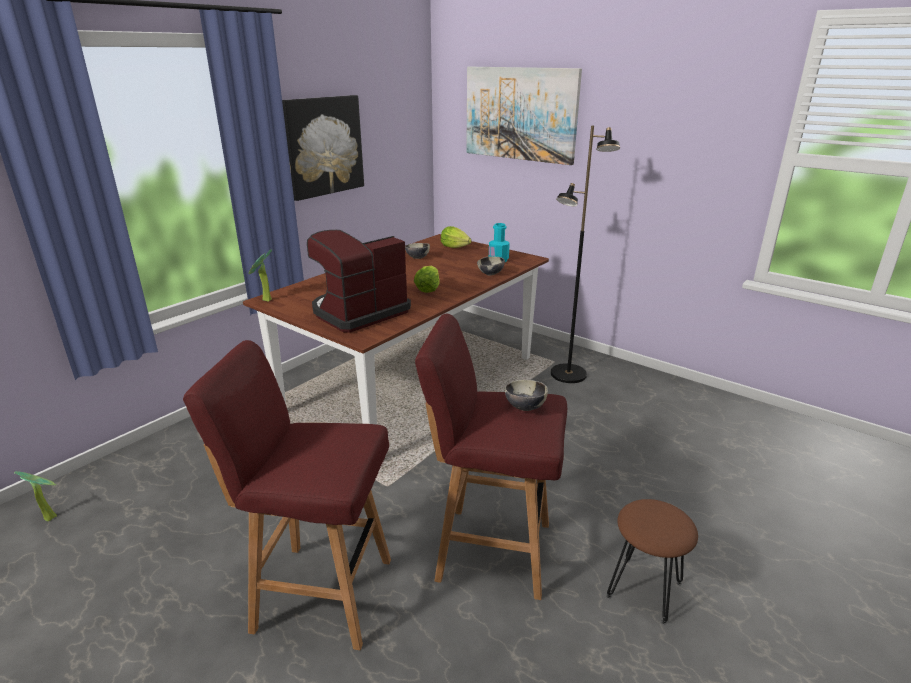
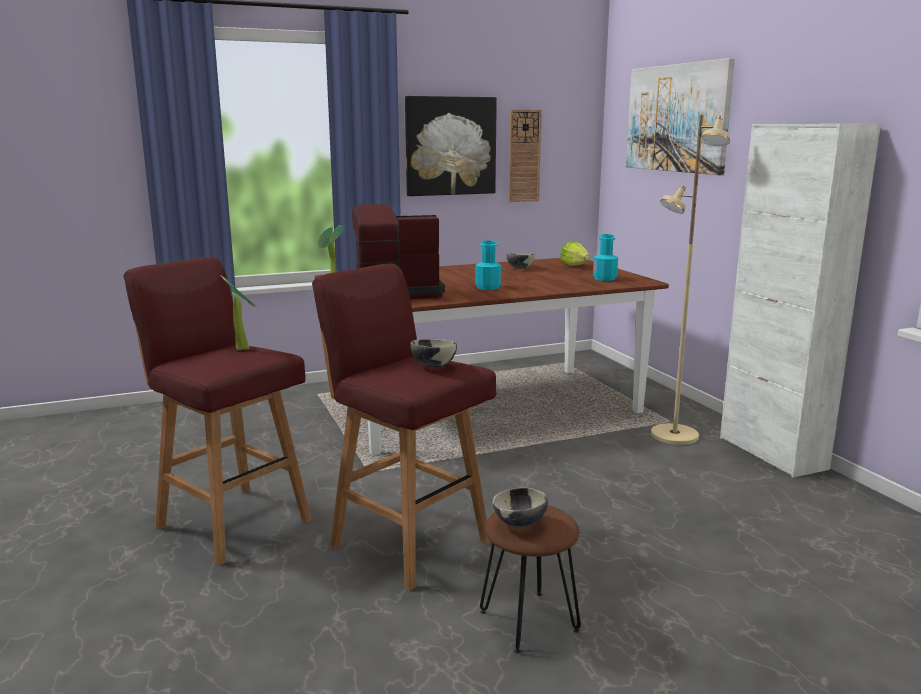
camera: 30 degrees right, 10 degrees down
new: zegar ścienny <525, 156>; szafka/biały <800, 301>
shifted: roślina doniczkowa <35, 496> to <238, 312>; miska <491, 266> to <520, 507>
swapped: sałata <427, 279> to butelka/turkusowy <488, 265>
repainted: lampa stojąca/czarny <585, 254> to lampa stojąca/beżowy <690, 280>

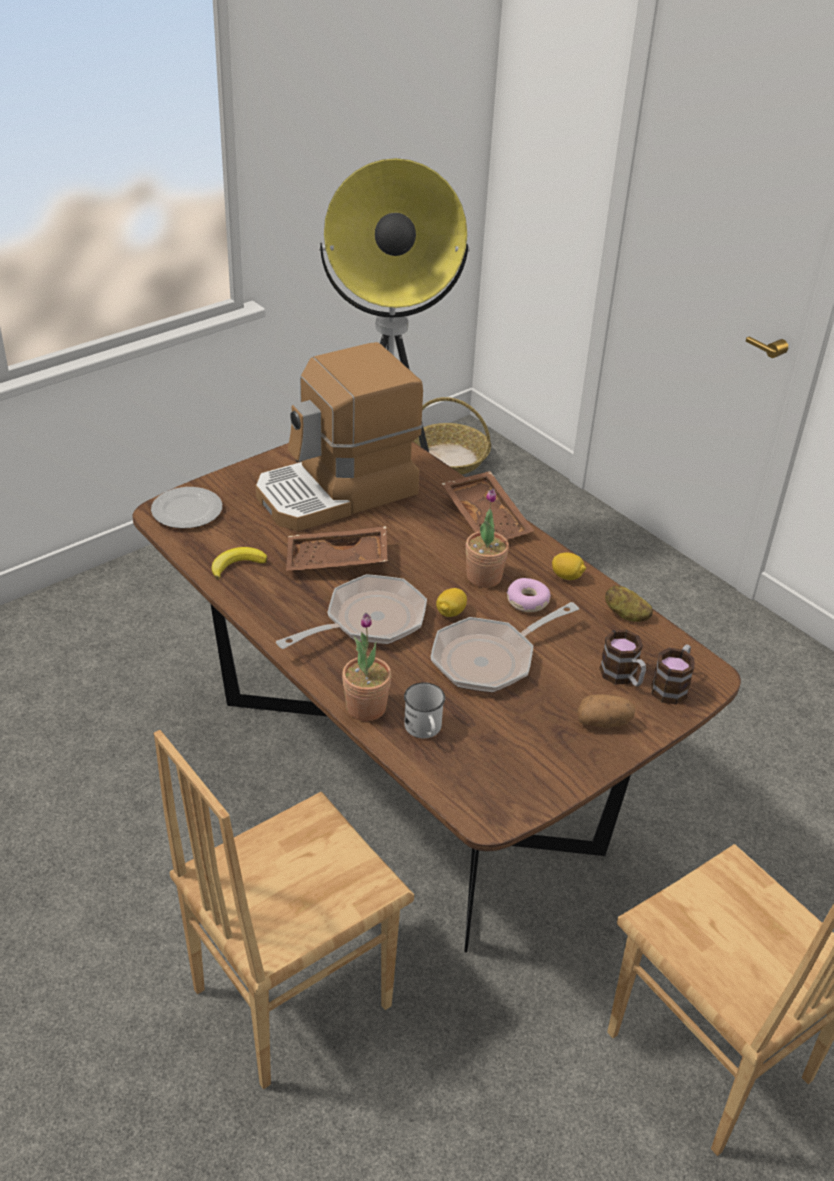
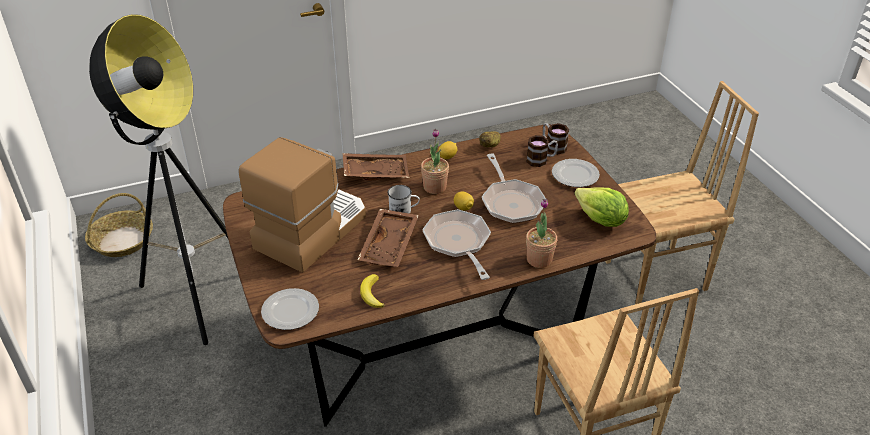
camera: 70 degrees left, 0 degrees up
gone: donut <529, 595>
new: sałata <602, 207>
shifted: kubek/biały <424, 710> to <404, 199>
swapped: ziemniak <606, 711> to talerz <576, 173>
rotated: ekspres do kawy <339, 436> = <302, 204> 135 degrees counterclockwise

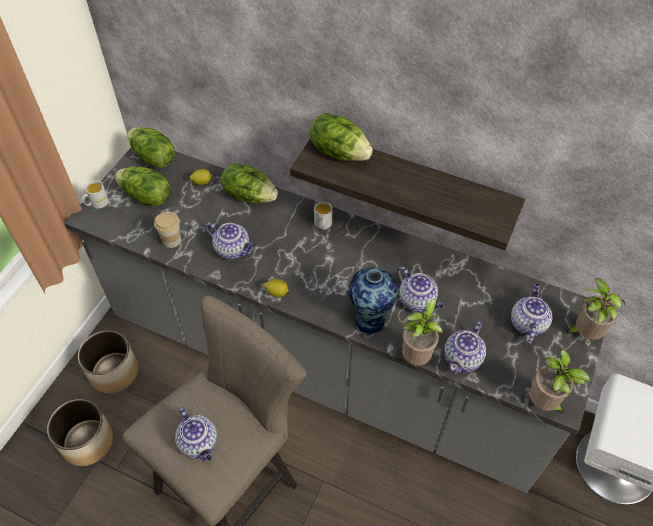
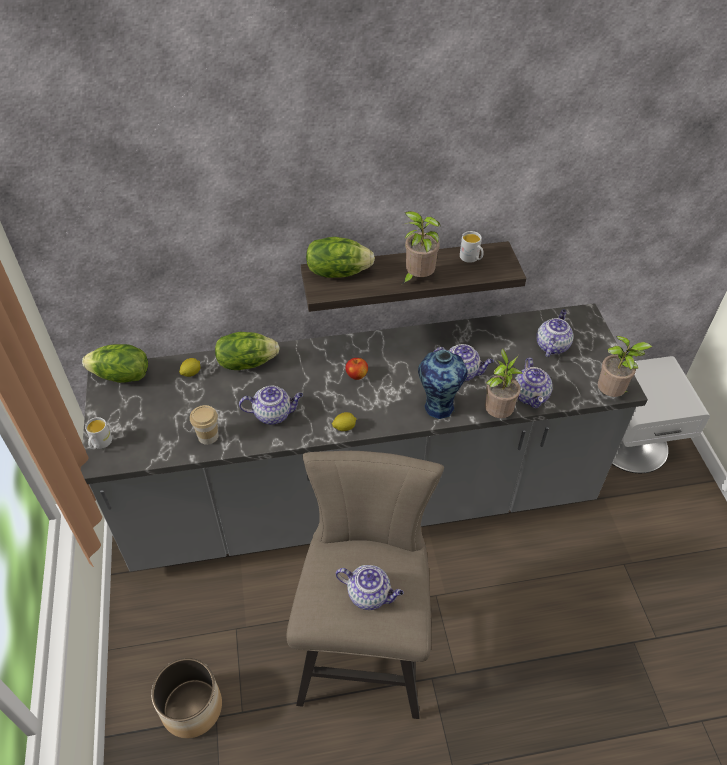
camera: 35 degrees left, 5 degrees down
gone: donica <108, 362>; sałata <143, 186>
new: jabłko <356, 369>
shifted: kubek/biały <323, 215> to <472, 247>; roślina doniczkowa <595, 308> to <420, 248>
rotated: imbryk <532, 313> = <554, 333> 45 degrees clockwise

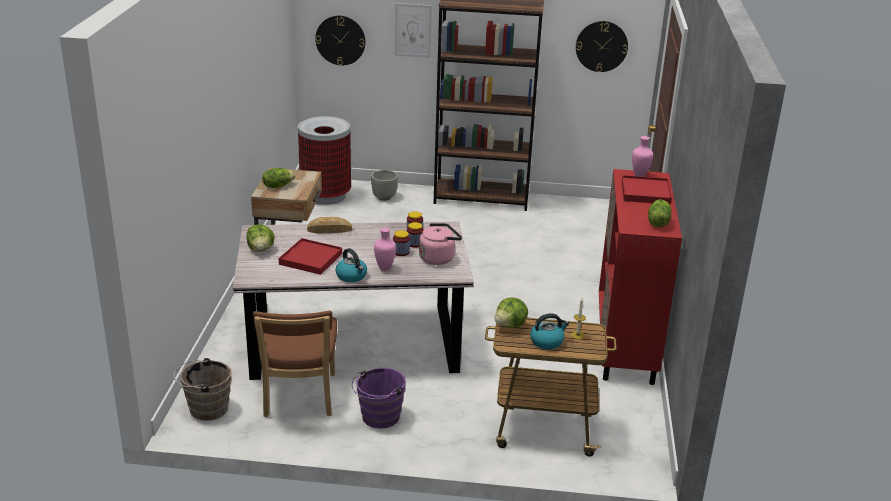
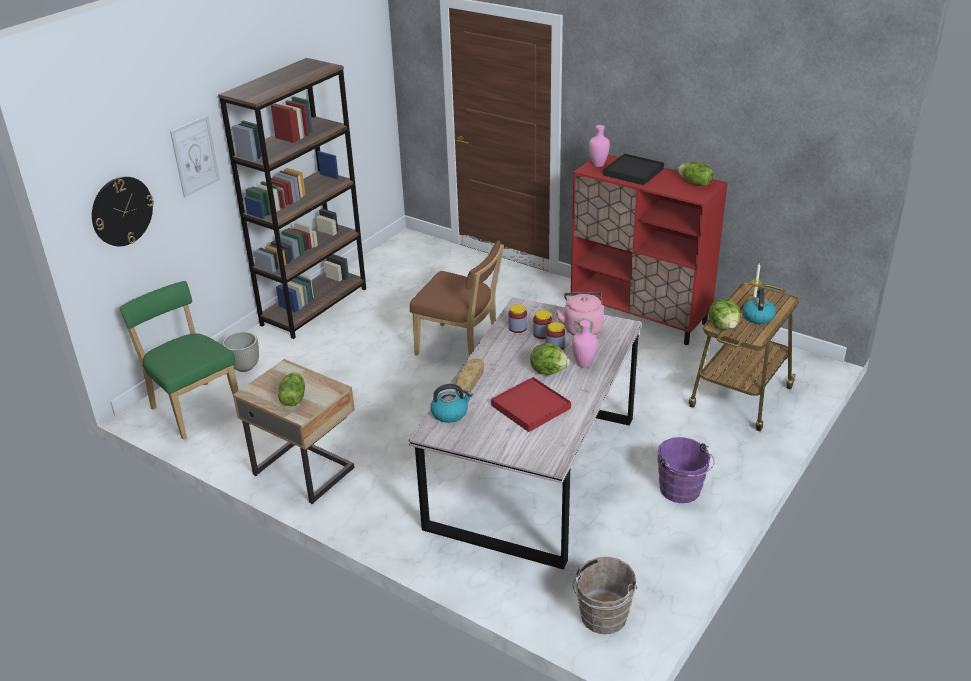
camera: 60 degrees left, 5 degrees up
gone: zegar ścienny <602, 46>
shifted: sałata <260, 238> to <550, 359>; krzesło/brązowy <295, 364> to <457, 298>; czajnik <351, 265> to <451, 403>
swapped: kosz na śmieci <324, 160> to krzesło/zielony <179, 360>
repainted: taca/czerwony <647, 190> to taca/czarny <633, 169>

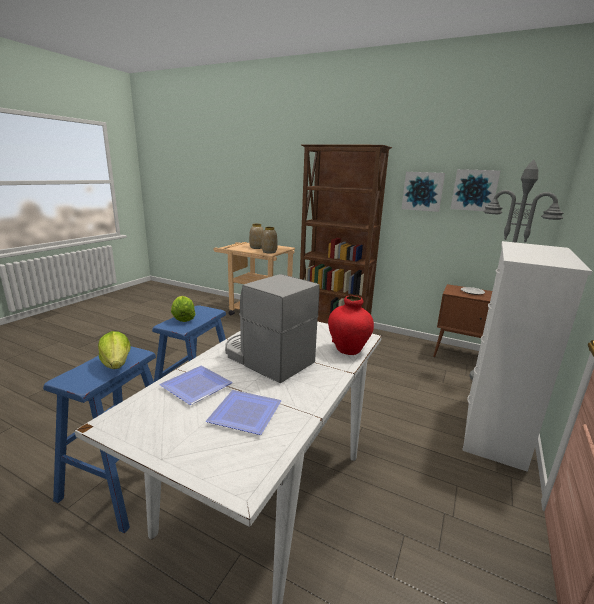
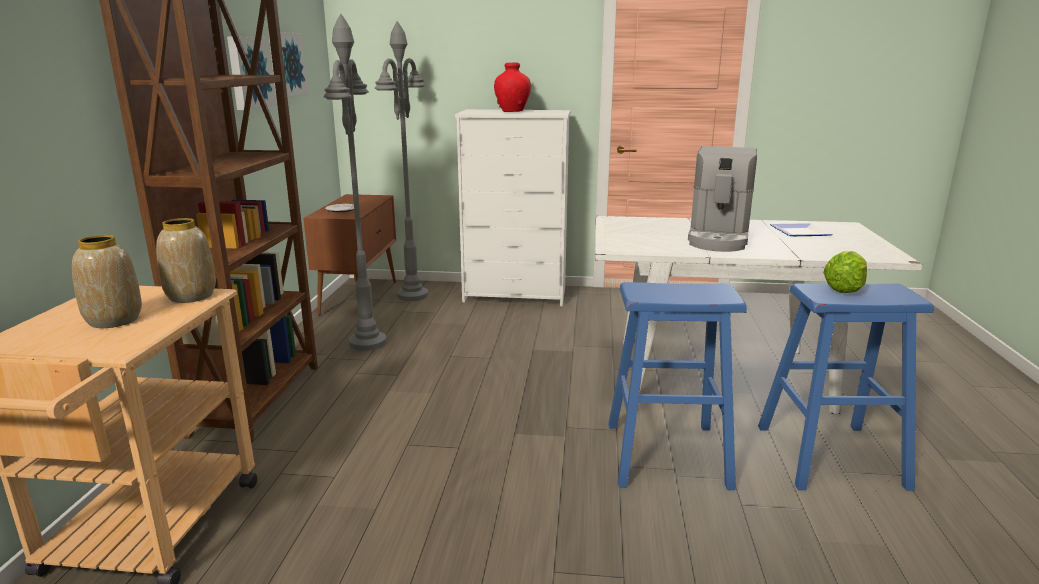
camera: 110 degrees left, 0 degrees up
gone: talerz <196, 385>; sałata <183, 309>
new: lampa stojąca/szary <355, 182>
shifted: wazon/czerwony <351, 325> to <512, 87>

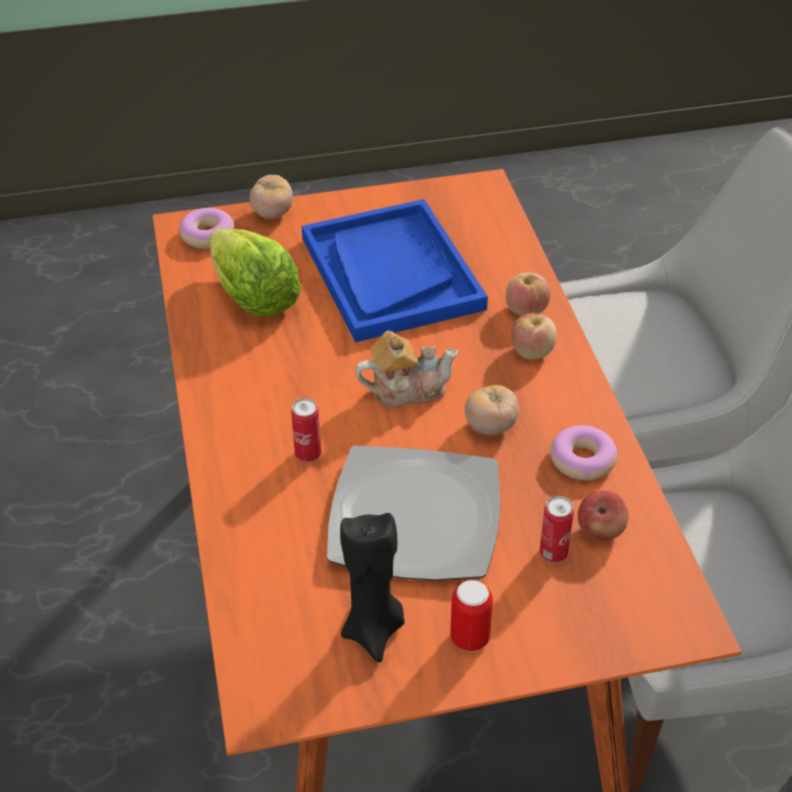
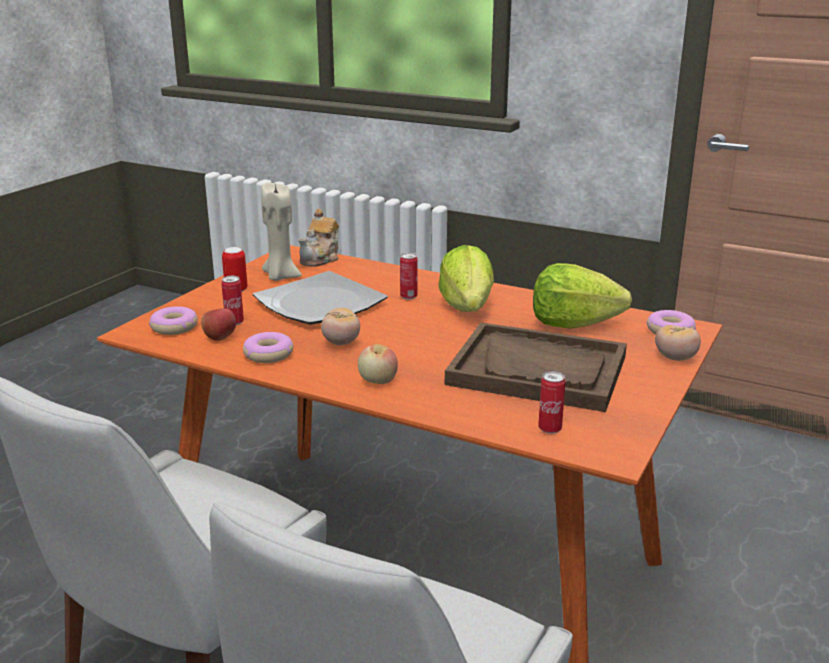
camera: 130 degrees right, 20 degrees down
gone: jabłko <528, 294>
new: donut <173, 320>; sałata <466, 278>; puszka <552, 402>
shifted: imbryk <407, 369> to <318, 238>
repainted: taca/niebieski <395, 270> to taca/brązowy <536, 367>; świeca/czarny <372, 587> to świeca/beżowy <281, 231>

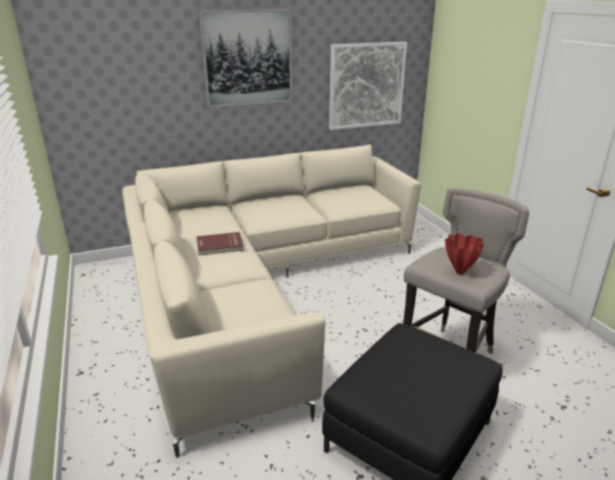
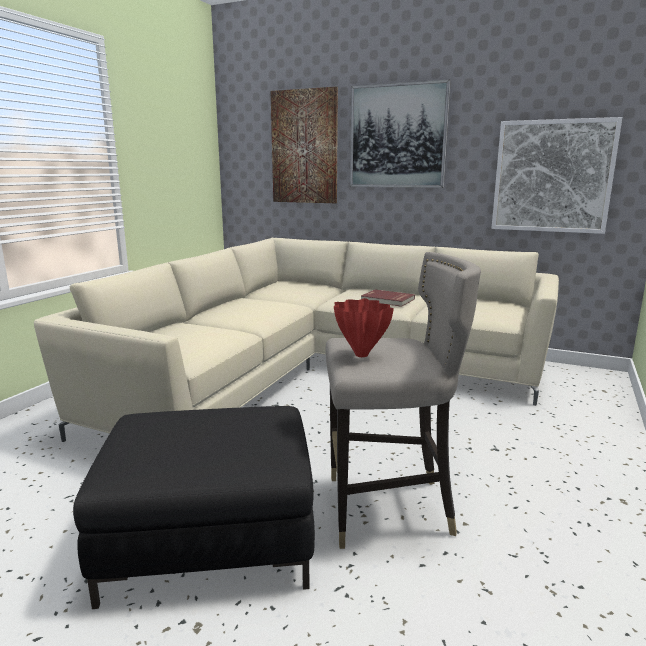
camera: 45 degrees right, 10 degrees down
new: obraz <304, 144>
shifted: książka/czerwony <220, 244> to <388, 298>

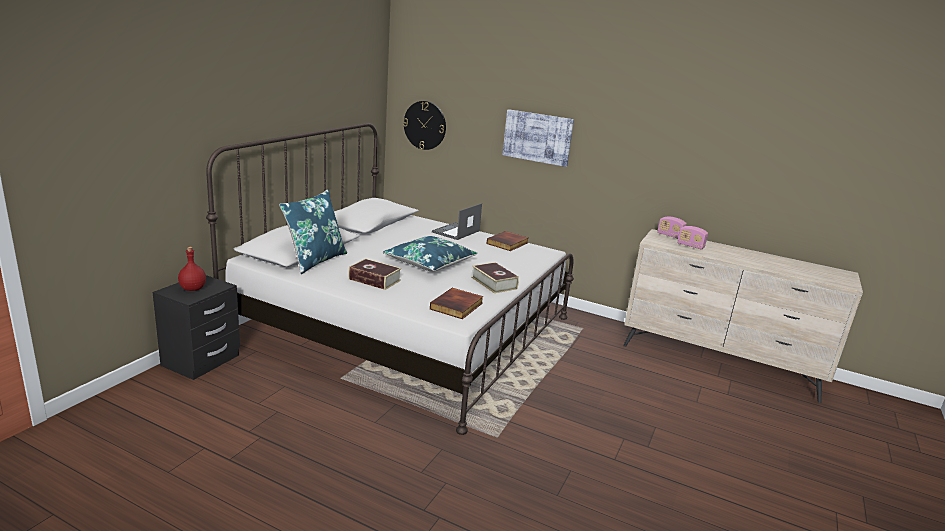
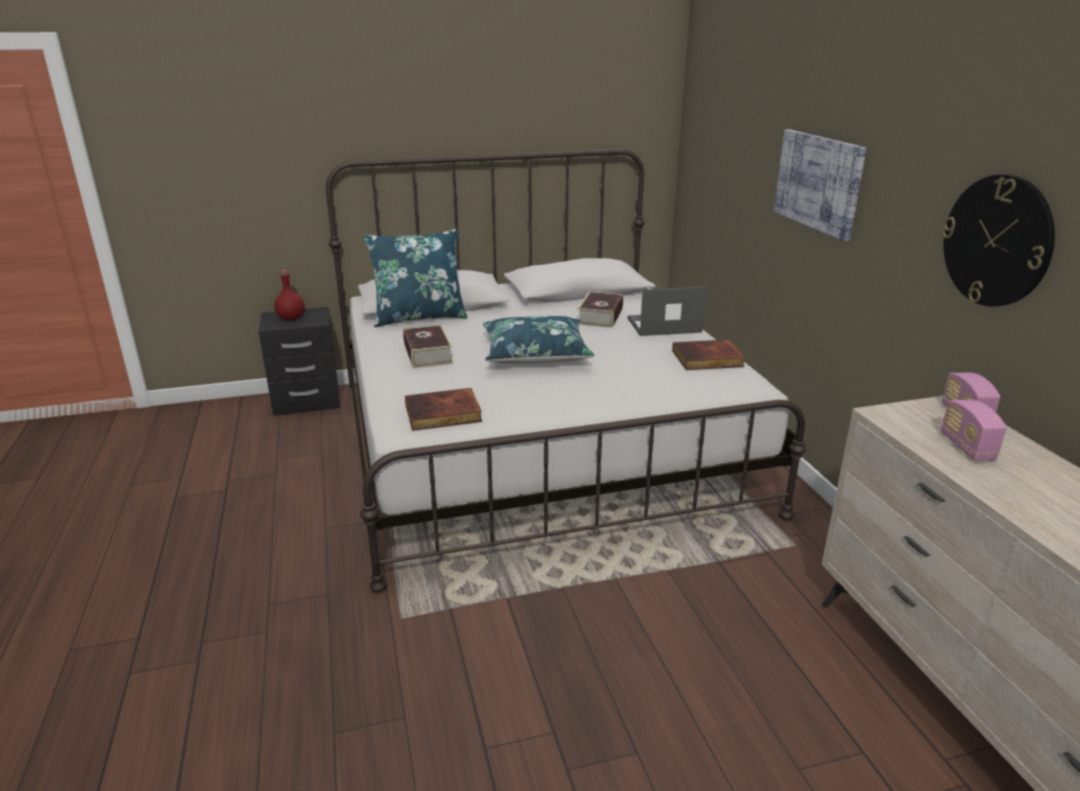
camera: 50 degrees right, 5 degrees up
shifted: zegar ścienny <424, 125> to <998, 240>; książka <495, 277> to <600, 309>

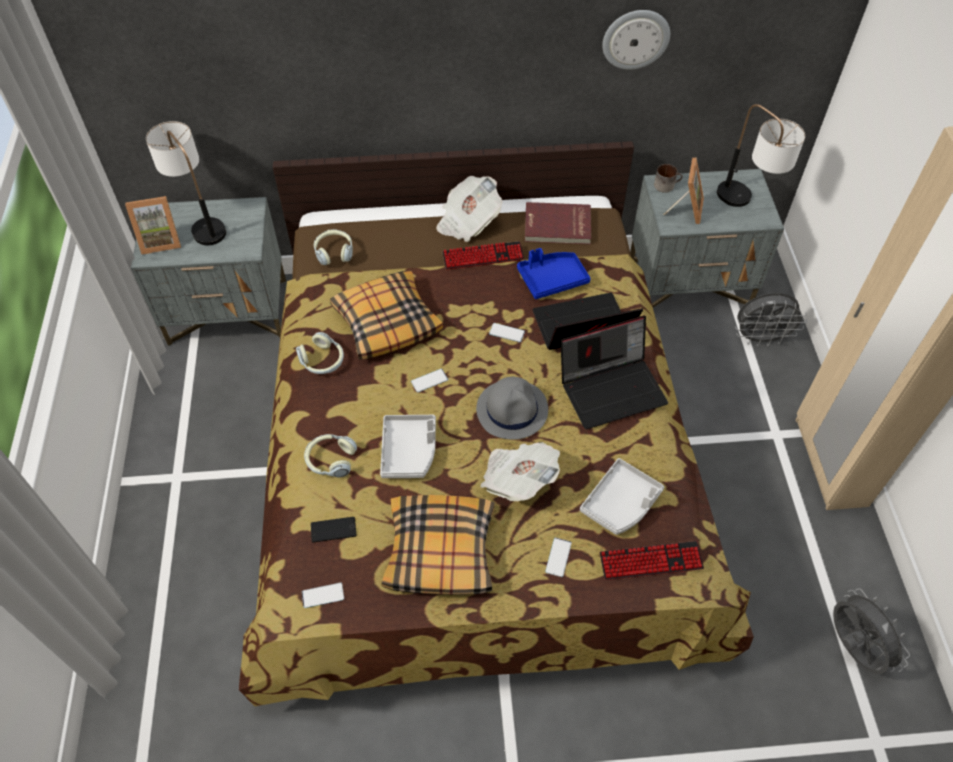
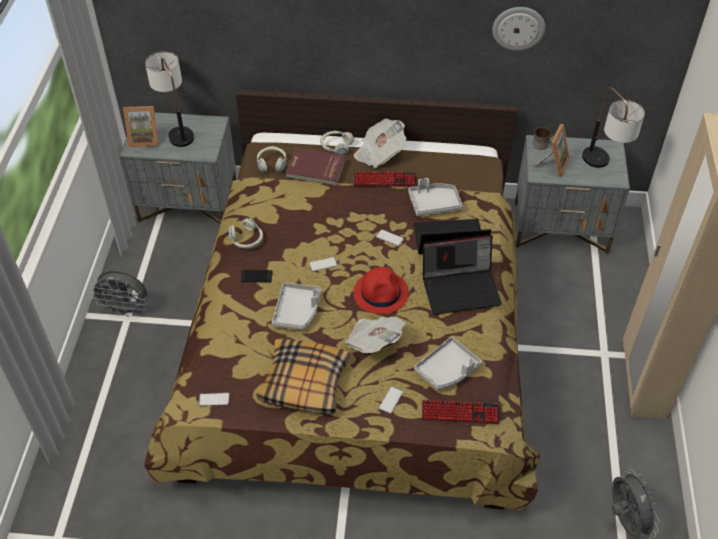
camera: 10 degrees right, 5 degrees down
gone: poduszka <386, 314>
shifted: słuchawki <330, 456> to <337, 143>; telefon <333, 530> to <257, 276>; książka/czerwony <558, 223> to <316, 166>; wentylator/szary <771, 320> to <118, 294>
repainted: kapelusz/szary <512, 408> to kapelusz/czerwony <381, 290>; taca/niebieski <554, 273> to taca/szary <435, 197>

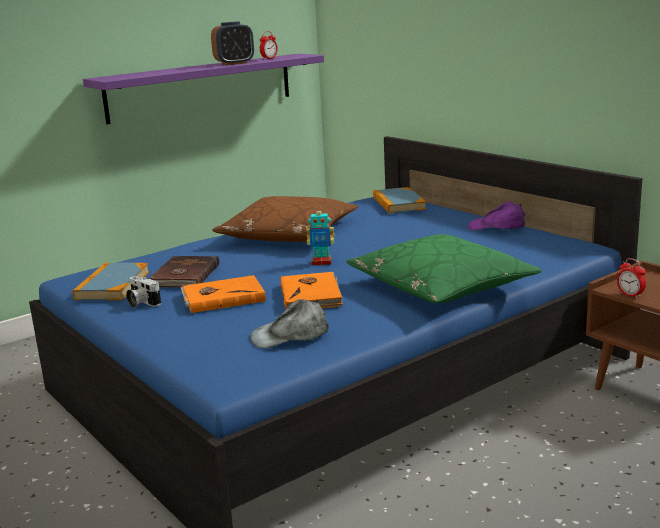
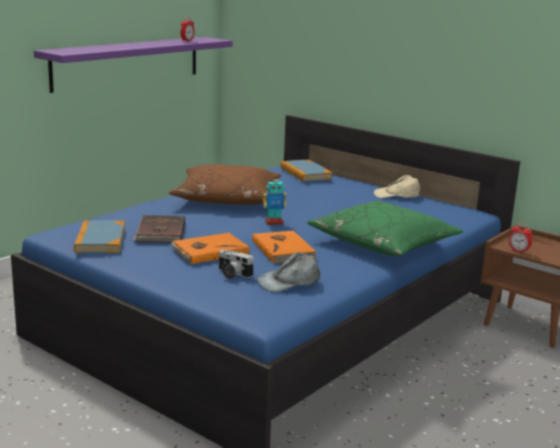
camera: 15 degrees left, 0 degrees up
gone: budzik <232, 43>
shifted: aparat fotograficzny <143, 292> to <236, 264>
repainted: czapka z daszkiem/fioletowy <496, 215> to czapka z daszkiem/beżowy <397, 186>

